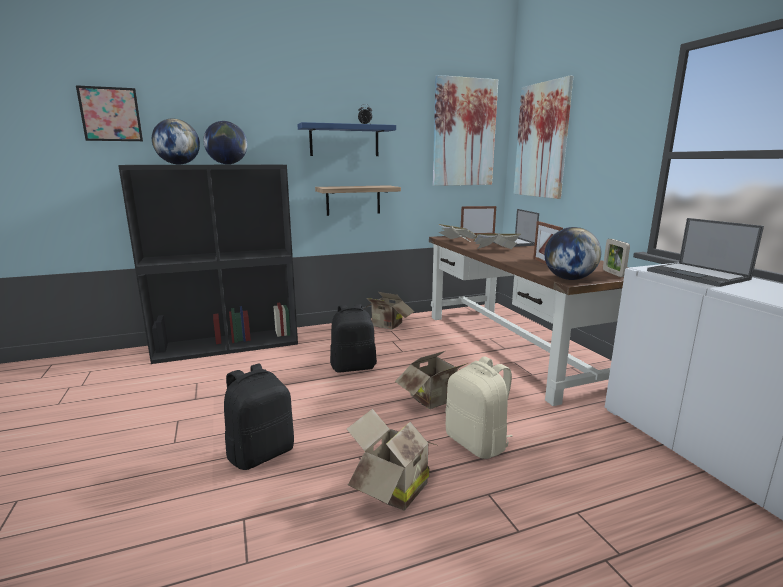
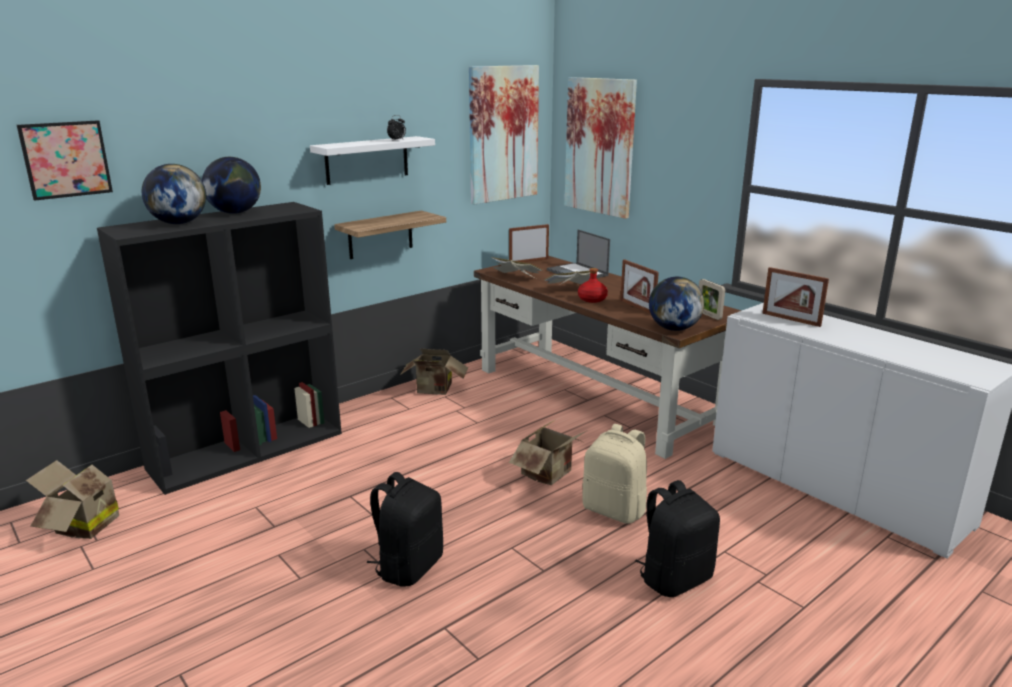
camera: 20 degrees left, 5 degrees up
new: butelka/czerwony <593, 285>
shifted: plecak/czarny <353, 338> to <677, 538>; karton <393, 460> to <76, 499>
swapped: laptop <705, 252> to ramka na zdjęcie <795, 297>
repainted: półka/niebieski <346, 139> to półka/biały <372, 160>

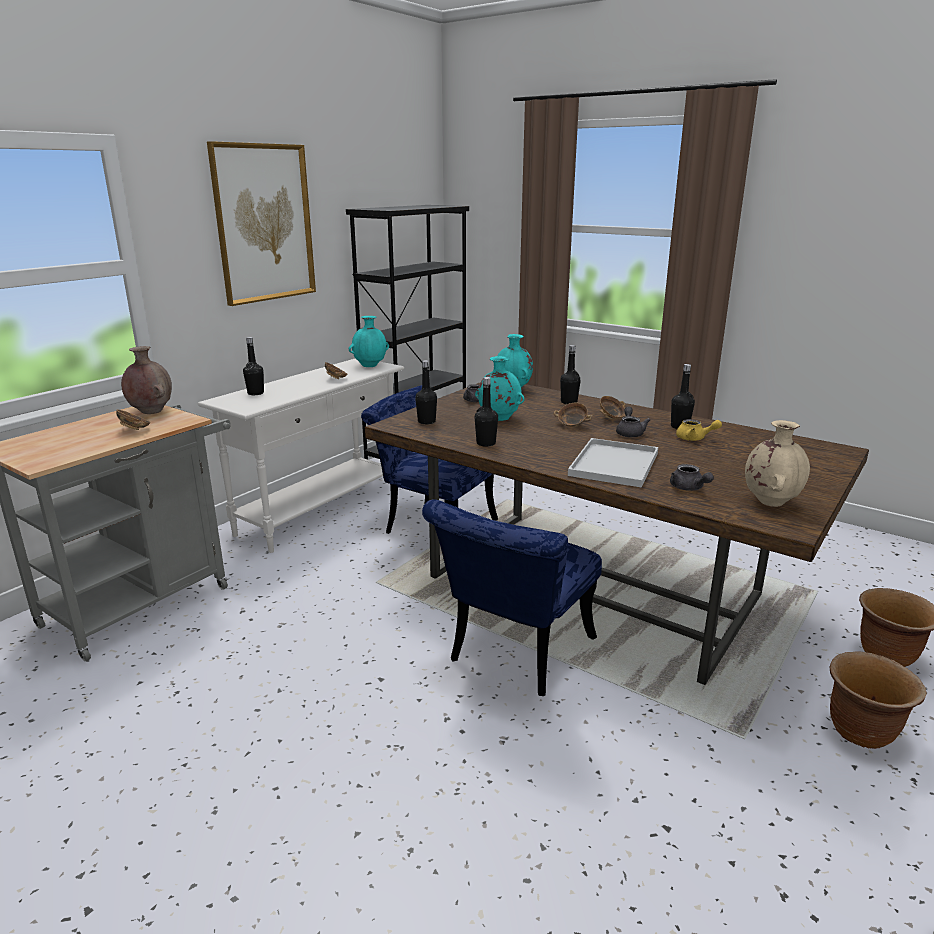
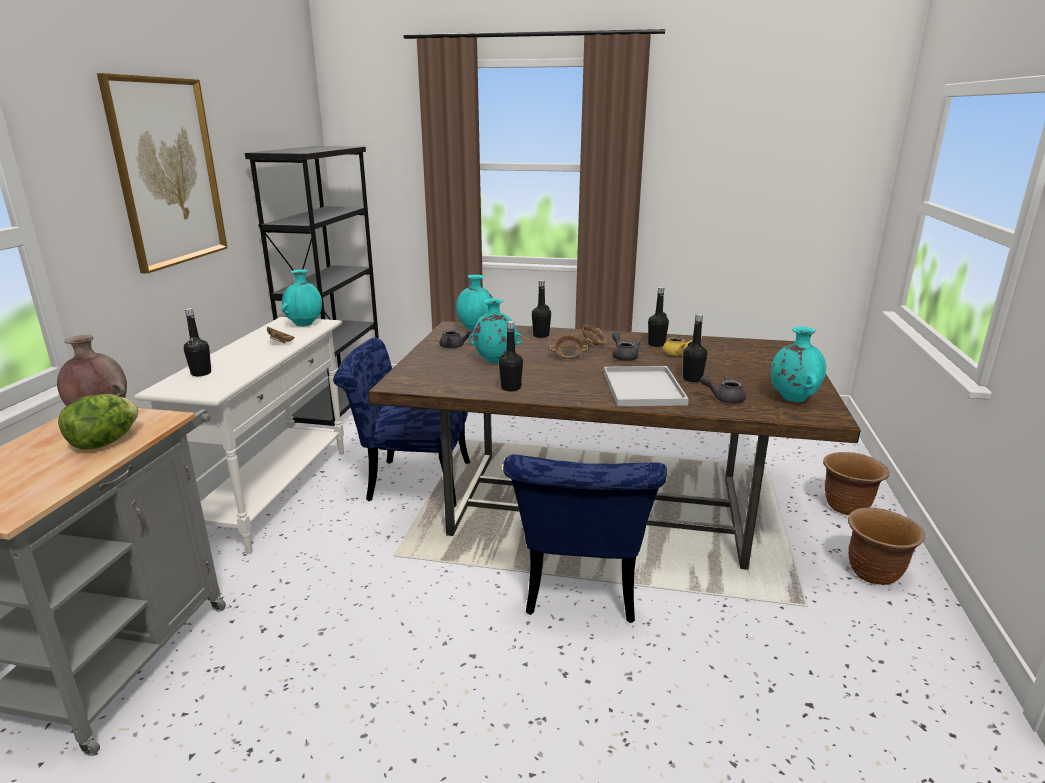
camera: 25 degrees left, 0 degrees up
shifted: butelka/czarny <426, 392> to <695, 348>
swapped: miska <133, 420> to sałata <98, 422>
repainted: wazon/beżowy <777, 463> to wazon/turkusowy <798, 364>
rotated: imbryk/szary <692, 477> = <723, 389> 150 degrees clockwise

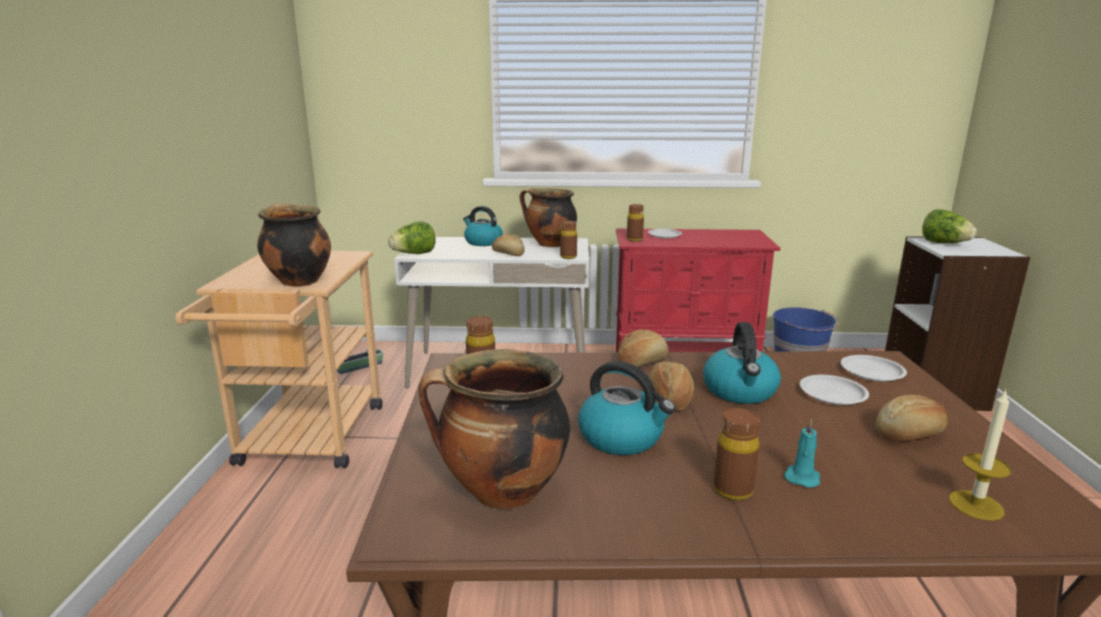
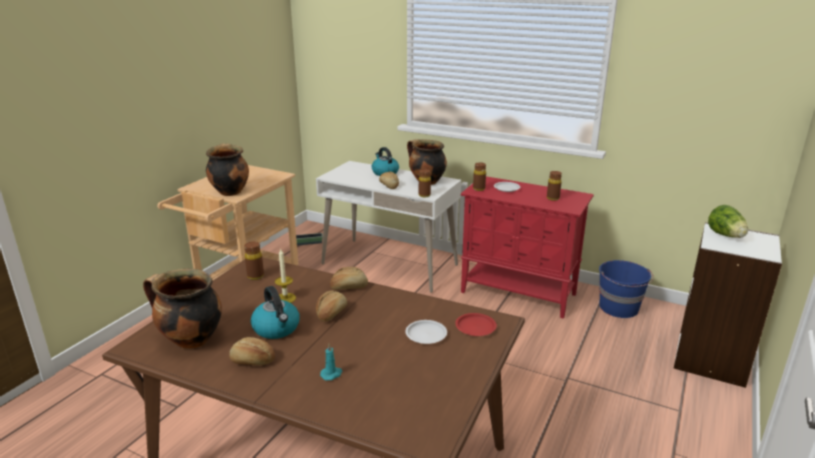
camera: 25 degrees right, 5 degrees up
gone: sałata <412, 237>; czajnik <742, 363>
shifted: butelka/brązowy <737, 454> to <554, 186>; chleb <911, 418> to <252, 351>; świeca <980, 455> to <285, 275>
repainted: talerz/biały <874, 368> to talerz/czerwony <476, 324>

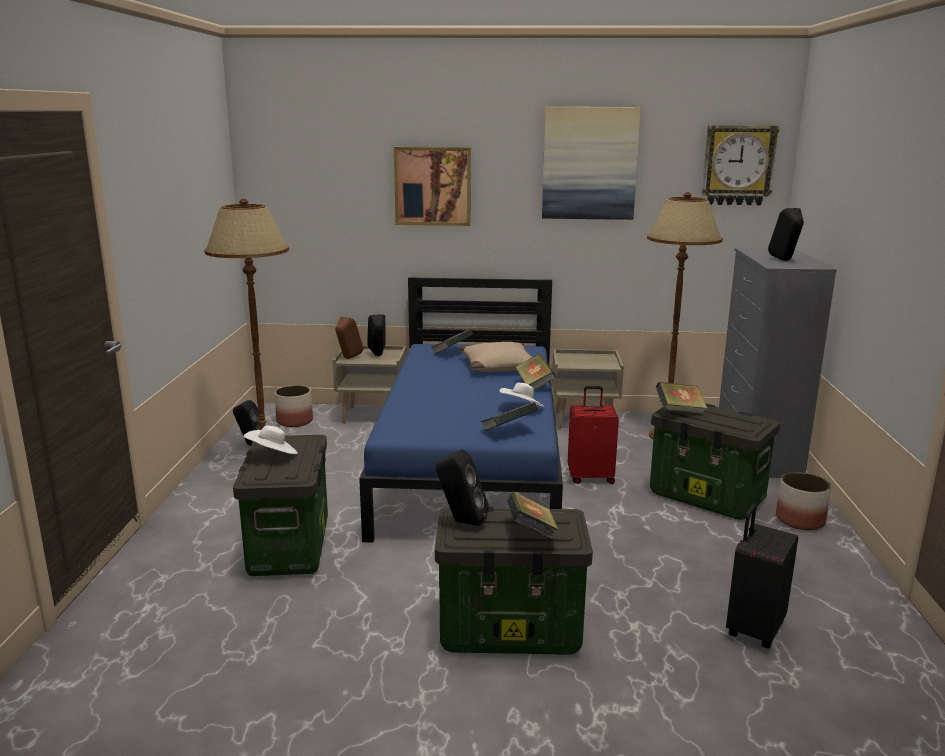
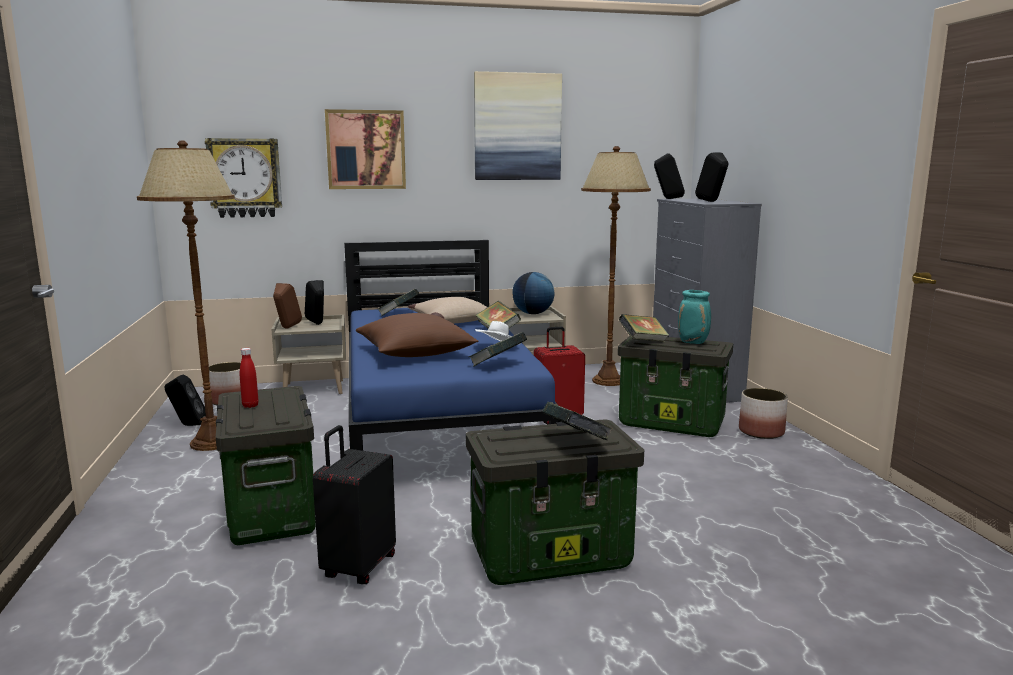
camera: 15 degrees left, 5 degrees down
new: poduszka/brązowy <417, 335>; globus <533, 293>; wazon/turkusowy <694, 317>
shifted: głośnik/czarny <462, 487> to <669, 176>; zegar ścienny <740, 165> to <243, 178>; walizka/czarny <762, 576> to <354, 504>
swapped: kapelusz/biały <270, 439> to butelka/czerwony <249, 378>

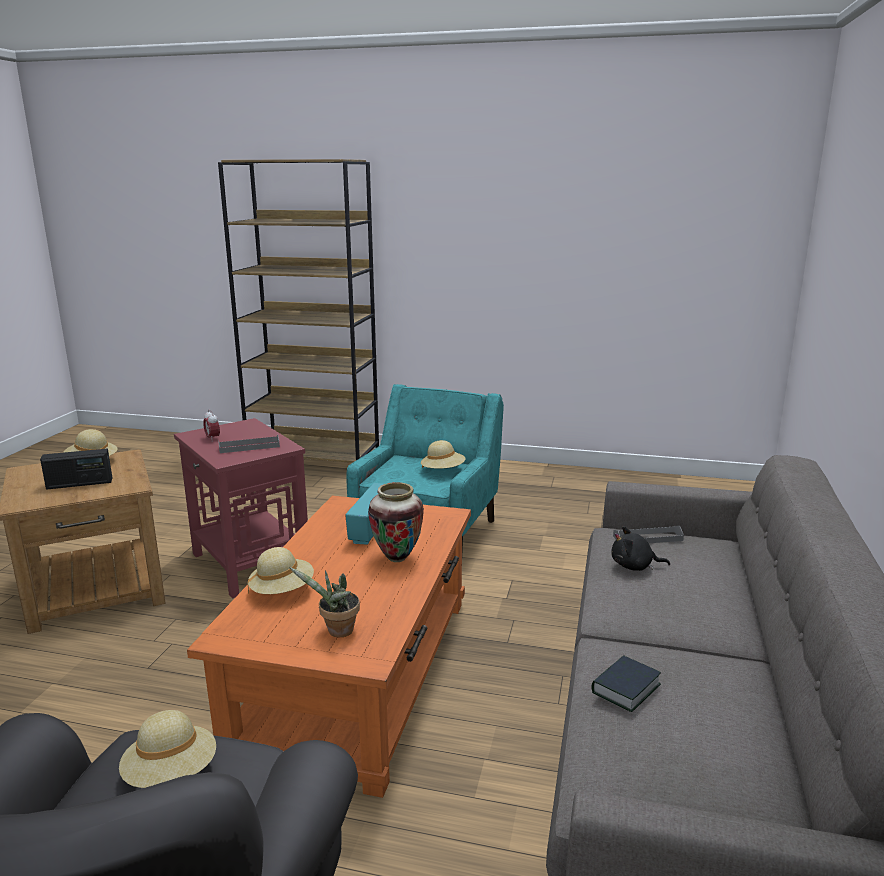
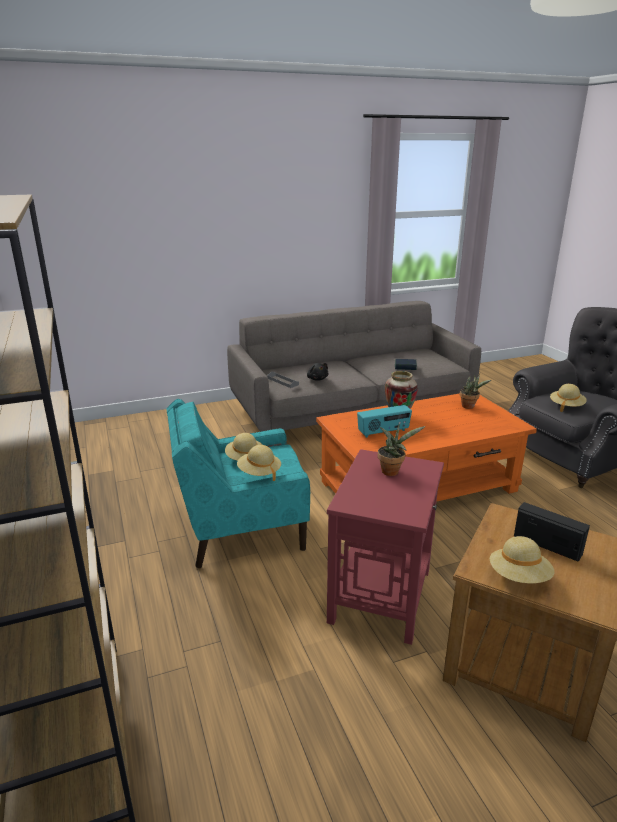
camera: 125 degrees left, 5 degrees up
gone: budzik <211, 424>
shifted: kapelusz/beżowy <281, 571> to <259, 463>
swapped: taca/szary <249, 444> to roślina doniczkowa <401, 450>

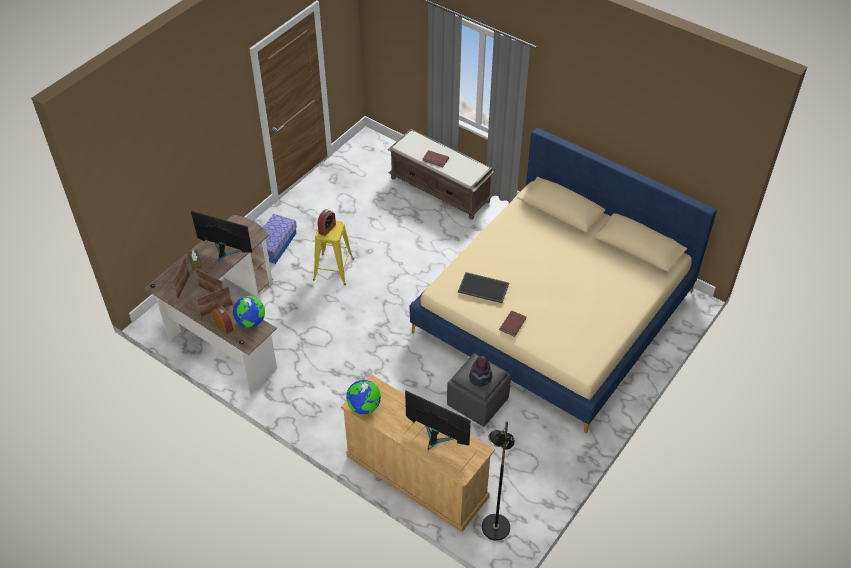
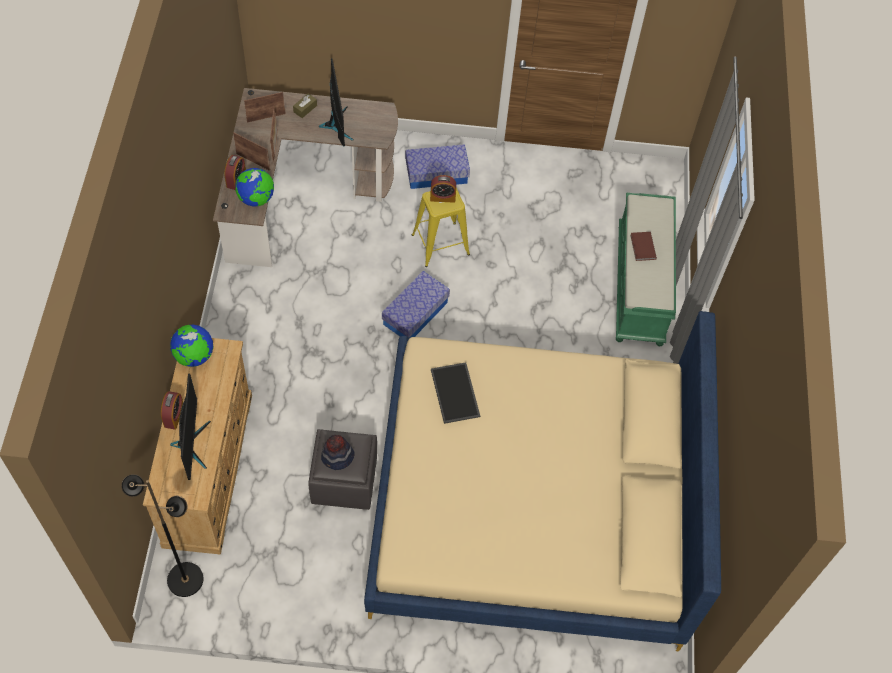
camera: 55 degrees right, 10 degrees up
gone: książka/brązowy <512, 324>
new: budzik <172, 410>; pojemnik do przechowywania <416, 304>
repainted: ławka/brązowy <441, 174> to ławka/zielony <646, 269>

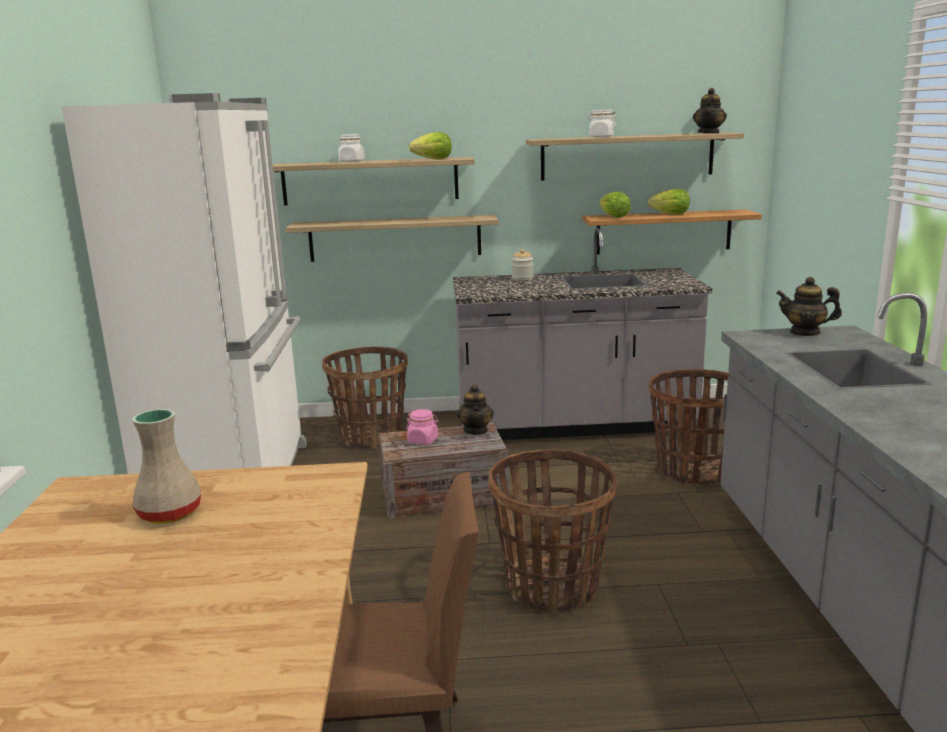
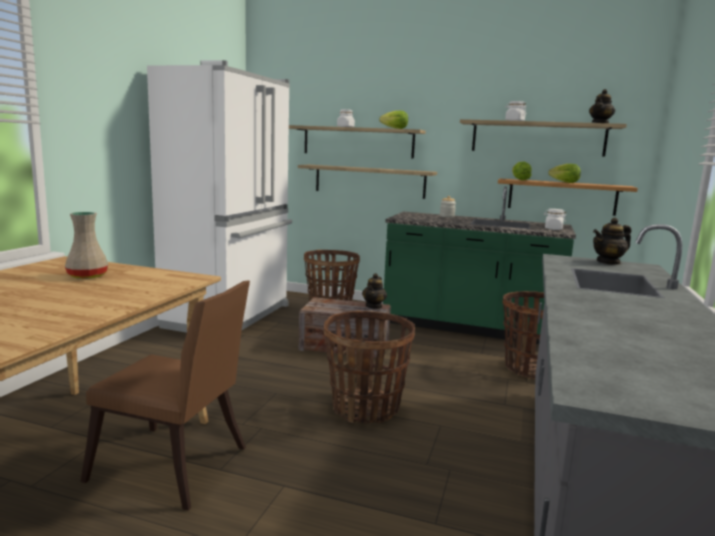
camera: 20 degrees right, 5 degrees down
gone: słoik/różowy <422, 427>
new: słoik/biały <555, 219>
repainted: zabudowa kuchenna/szary <582, 334> to zabudowa kuchenna/zielony <479, 265>
rotated: imbryk <809, 306> = <612, 241> 60 degrees counterclockwise

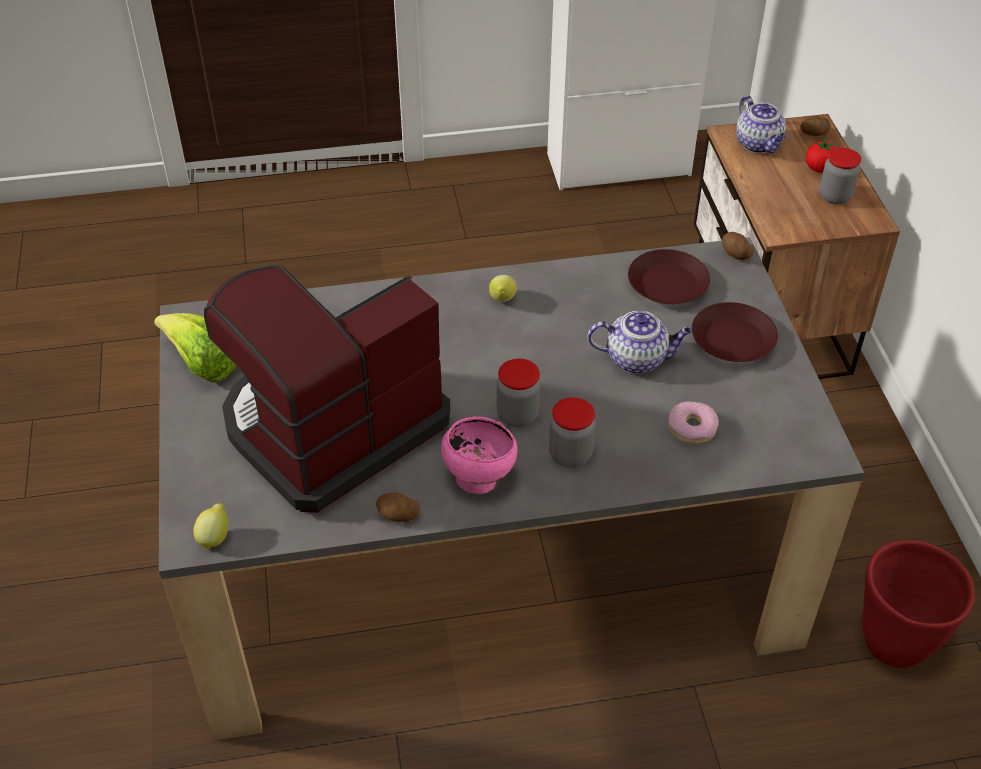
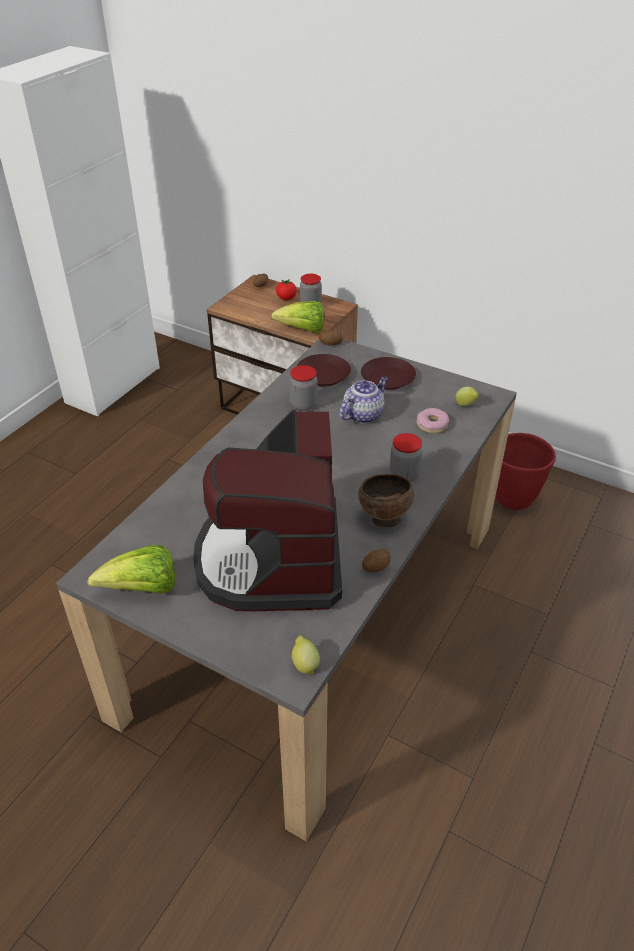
camera: 50 degrees left, 5 degrees down
gone: imbryk <761, 124>
new: sałata <297, 317>
shifted: cytryna <503, 288> to <467, 396>; słoik <519, 393> to <303, 388>
repainted: miska/różowy <479, 455> to miska/brązowy <386, 501>

